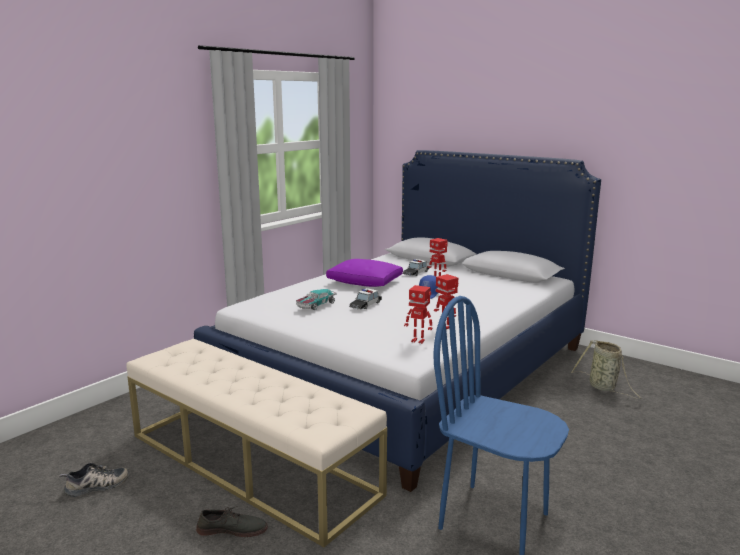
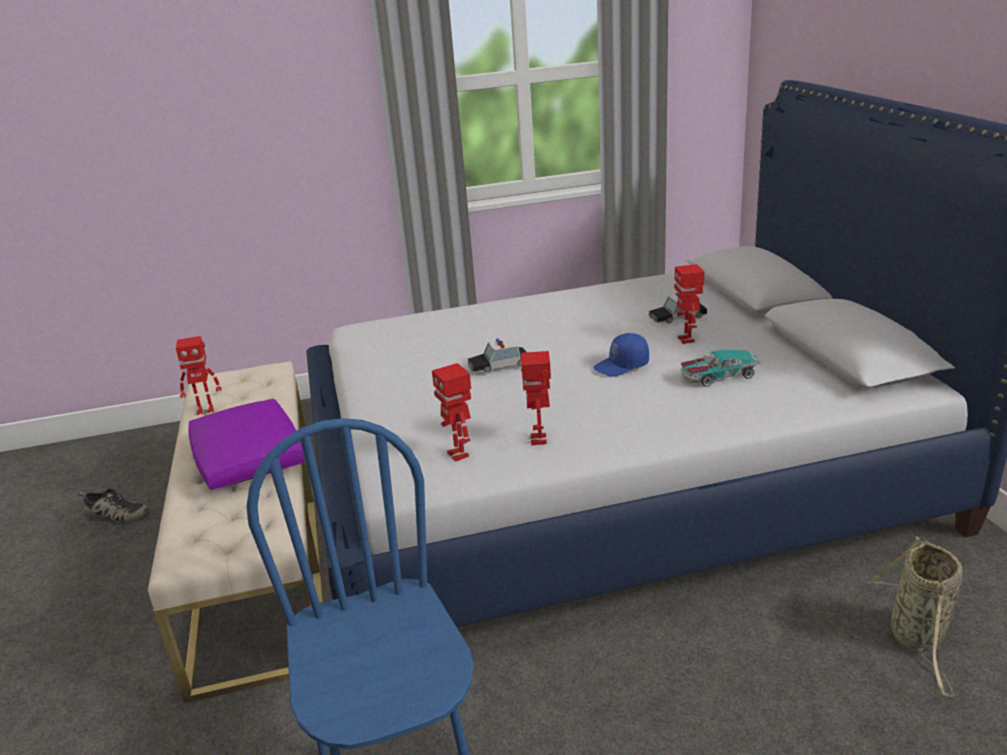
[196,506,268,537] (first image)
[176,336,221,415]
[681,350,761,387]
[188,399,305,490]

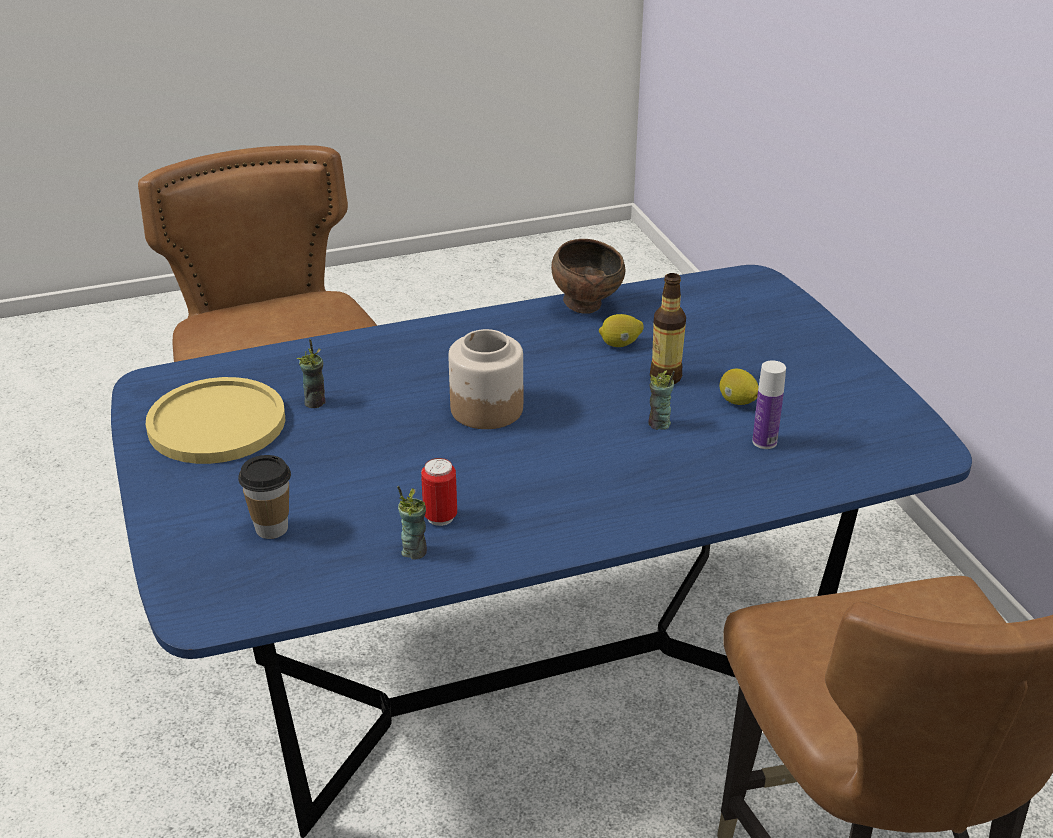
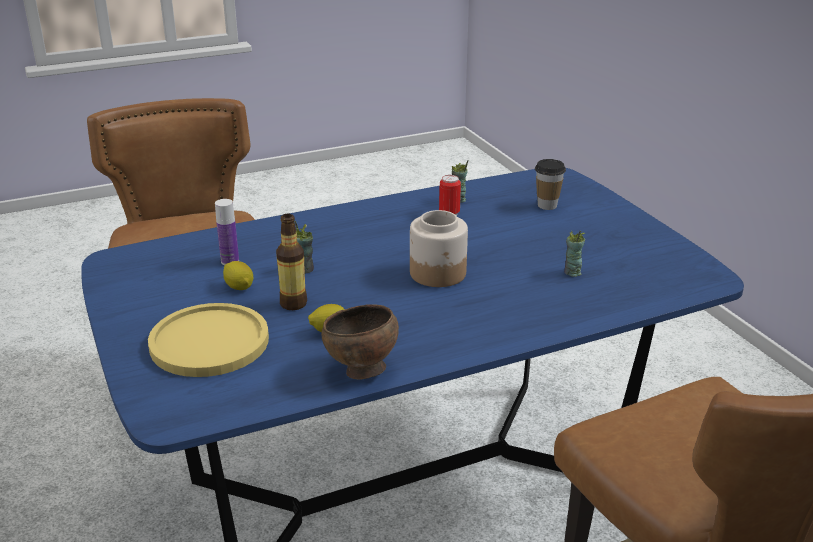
[148,303,269,377]

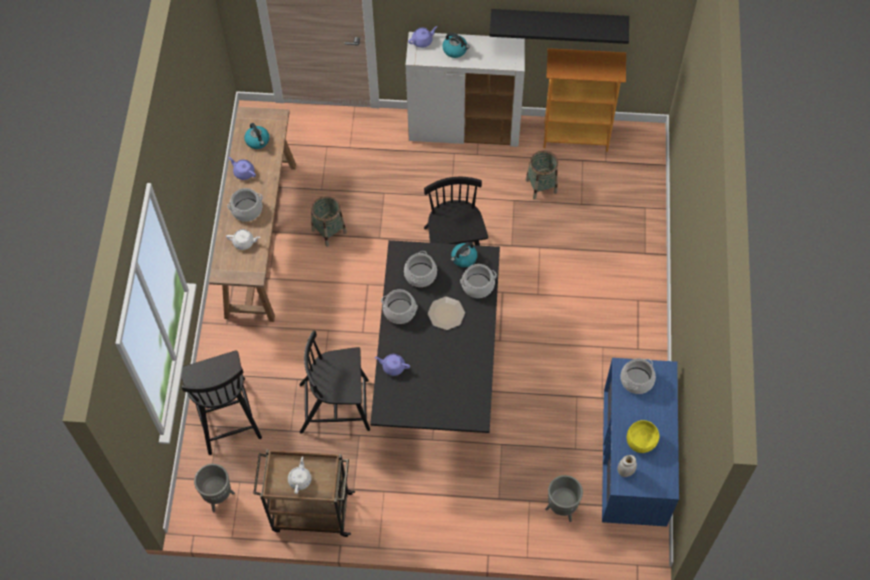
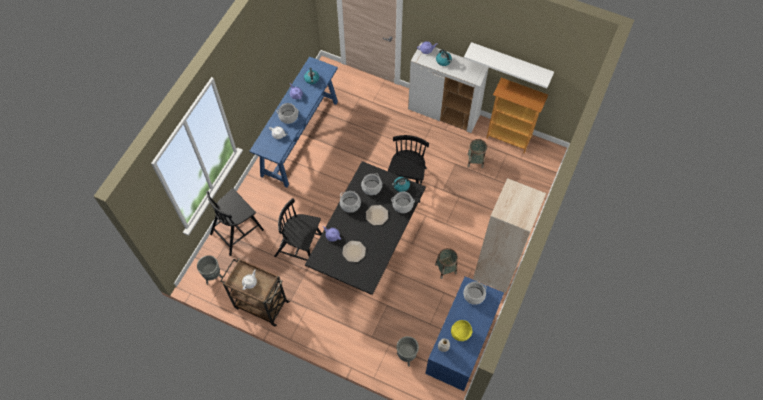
[342,241,366,262]
[473,178,546,293]
[435,248,458,279]
[250,56,338,188]
[464,42,554,88]
[206,188,264,256]

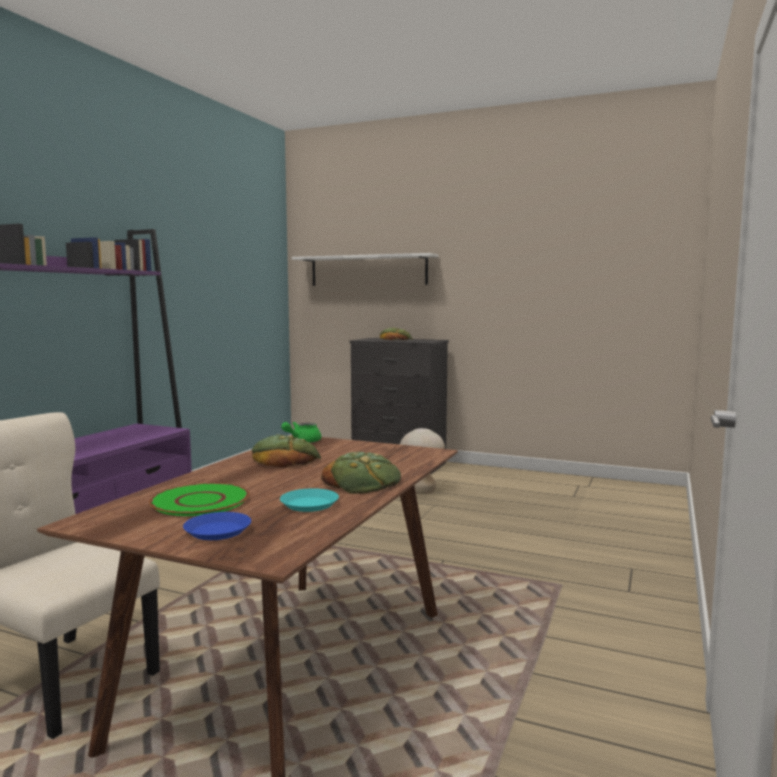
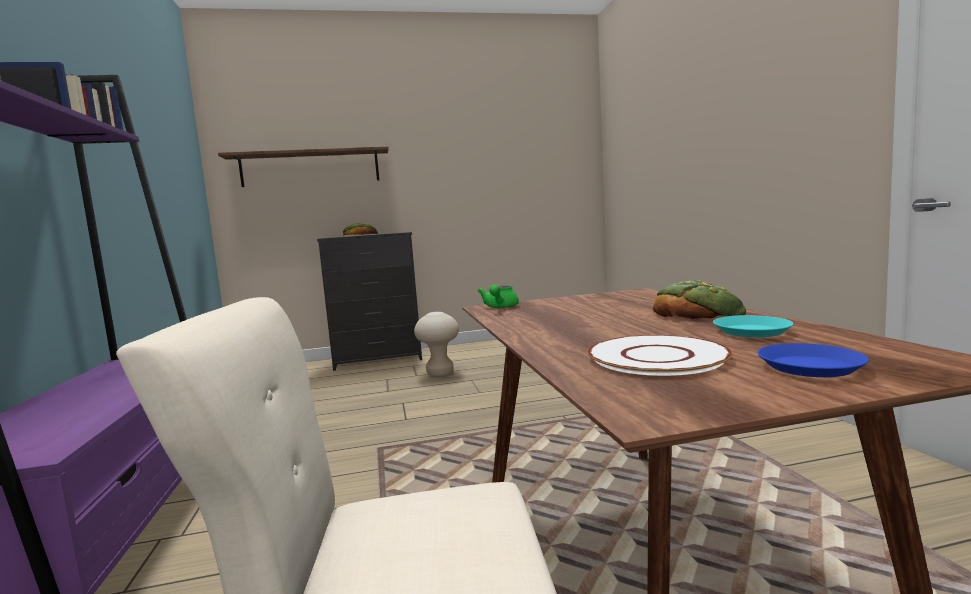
[251,434,321,467] (first image)
[587,335,733,376]
[218,146,389,187]

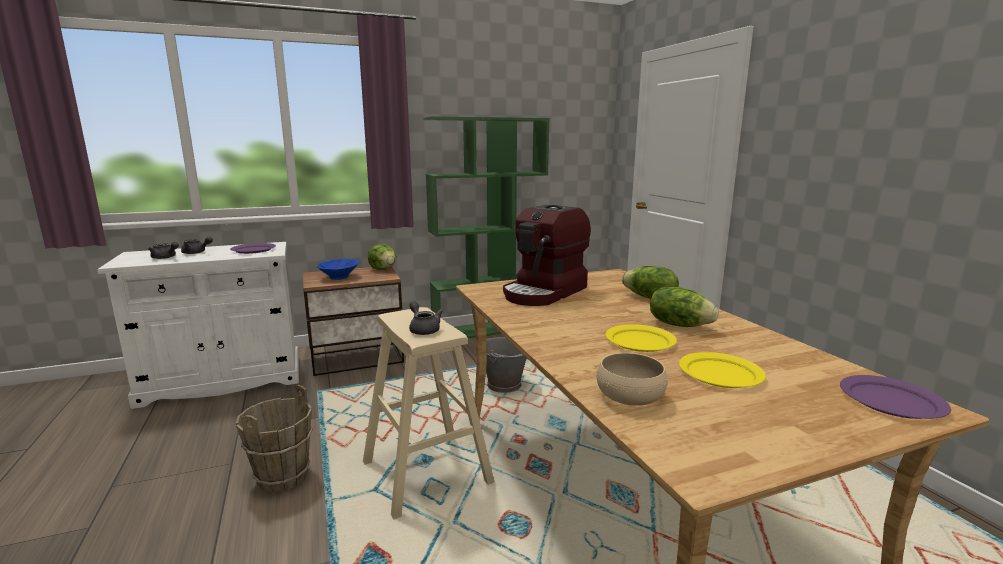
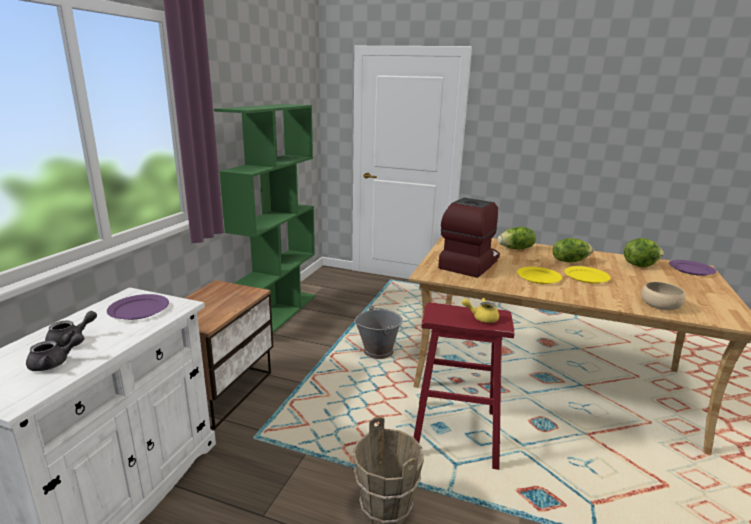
[317,259,359,280] (first image)
[624,238,664,267]
[517,267,562,284]
[414,302,514,470]
[462,298,499,323]
[438,198,500,278]

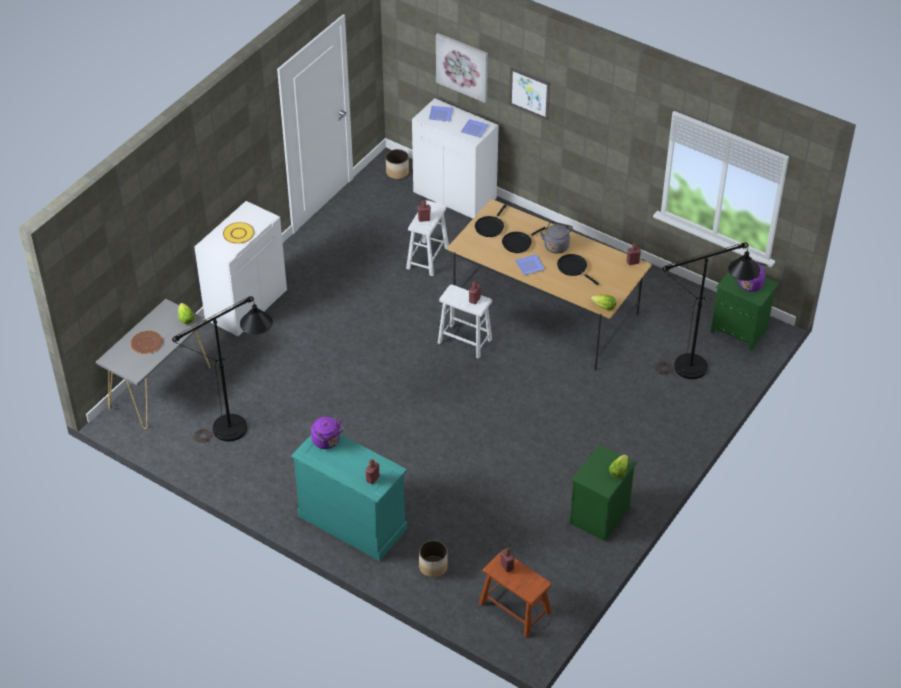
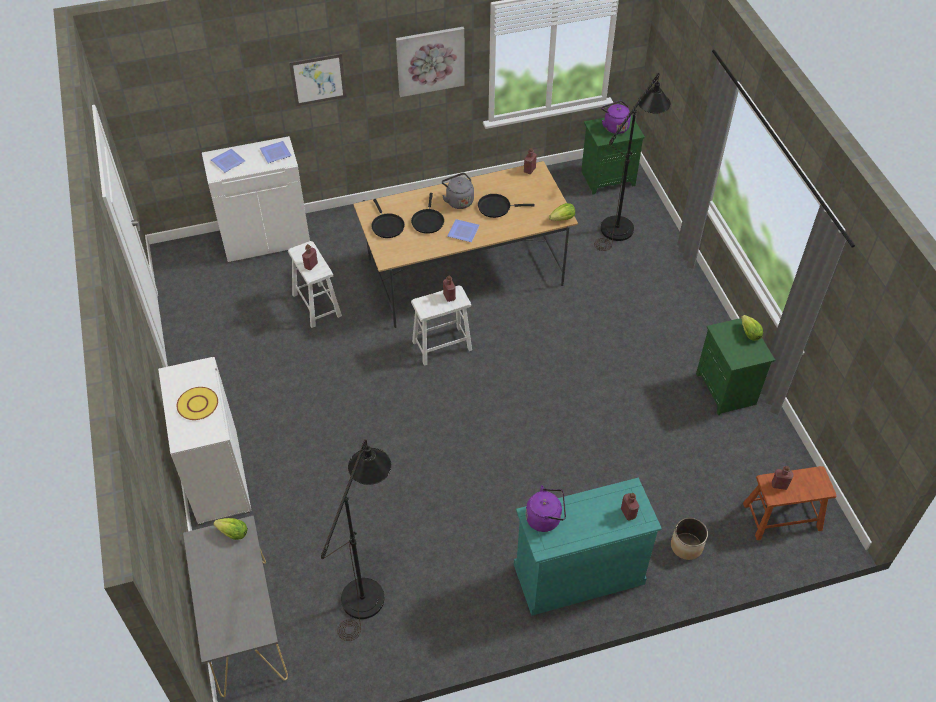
[130,331,163,354] (first image)
[386,149,409,179] (first image)
[396,27,465,97]

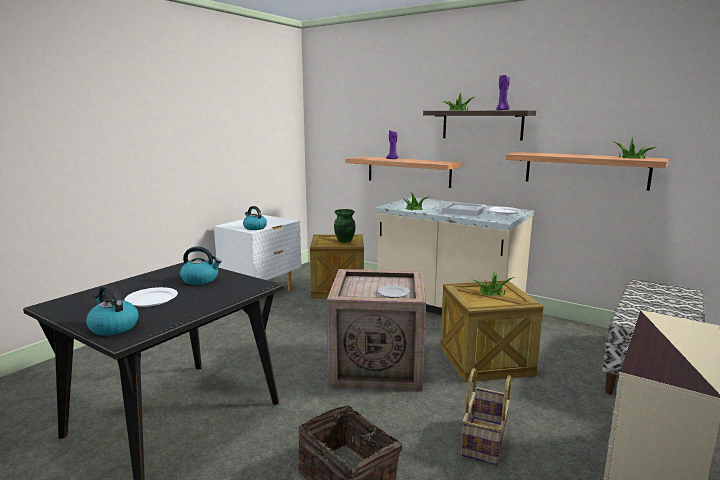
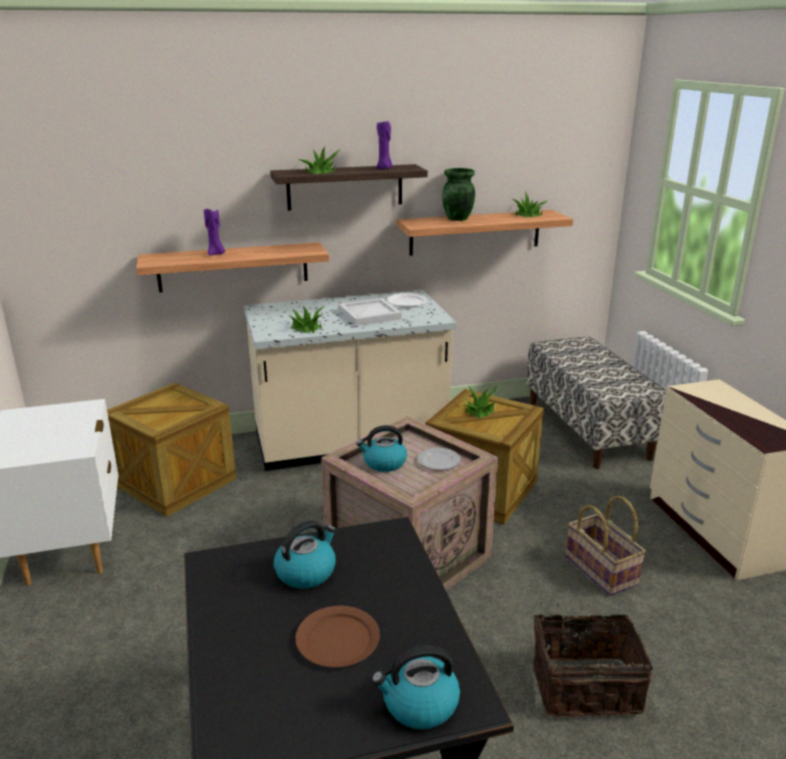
[356,425,407,472]
[442,168,475,221]
[295,606,380,667]

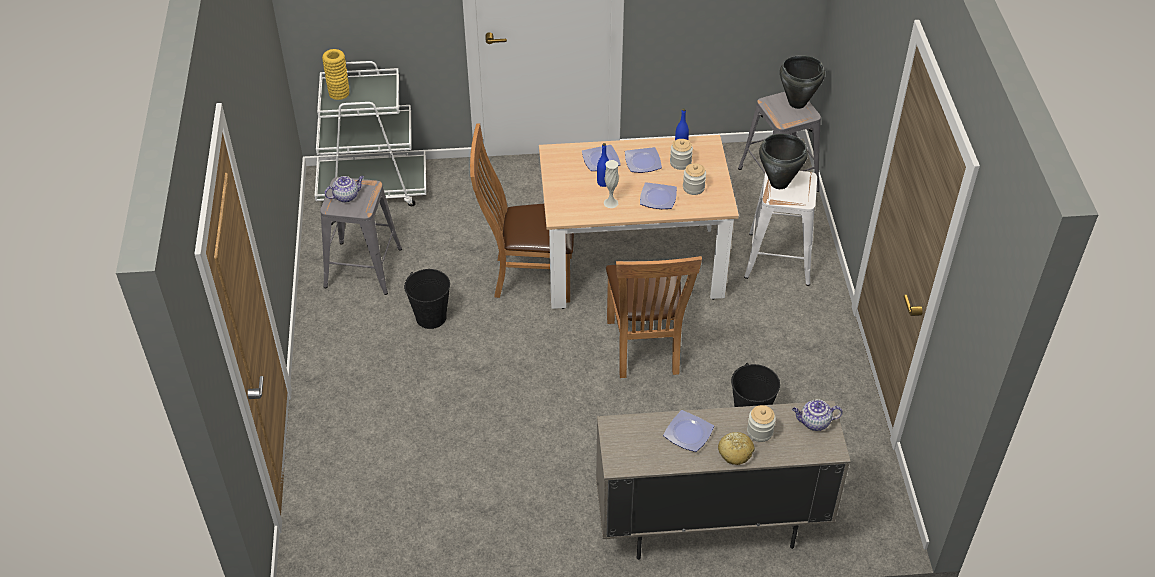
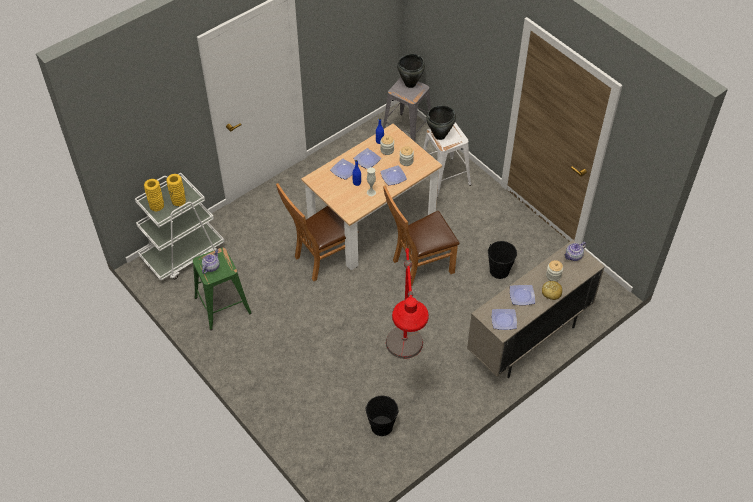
[166,174,186,207]
[386,248,429,359]
[492,309,517,330]
[365,396,399,436]
[193,248,252,330]
[383,185,460,286]

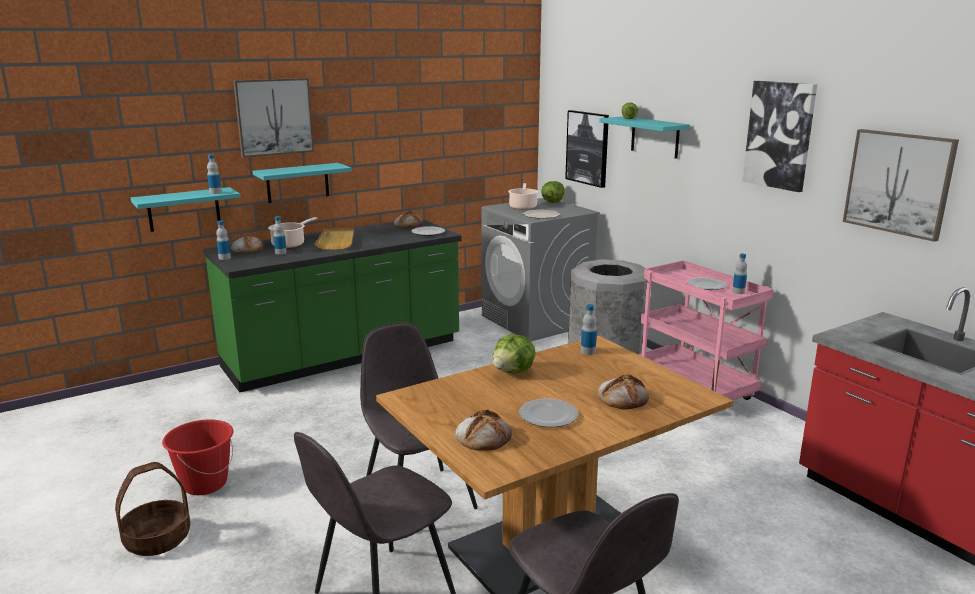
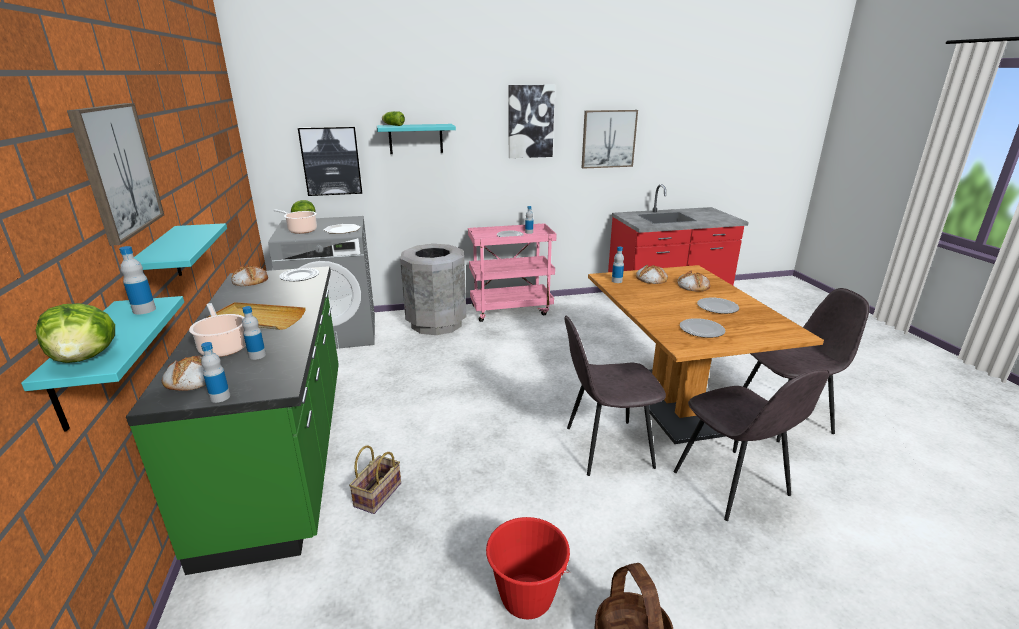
[349,445,401,514]
[680,318,725,338]
[636,264,668,284]
[35,303,115,363]

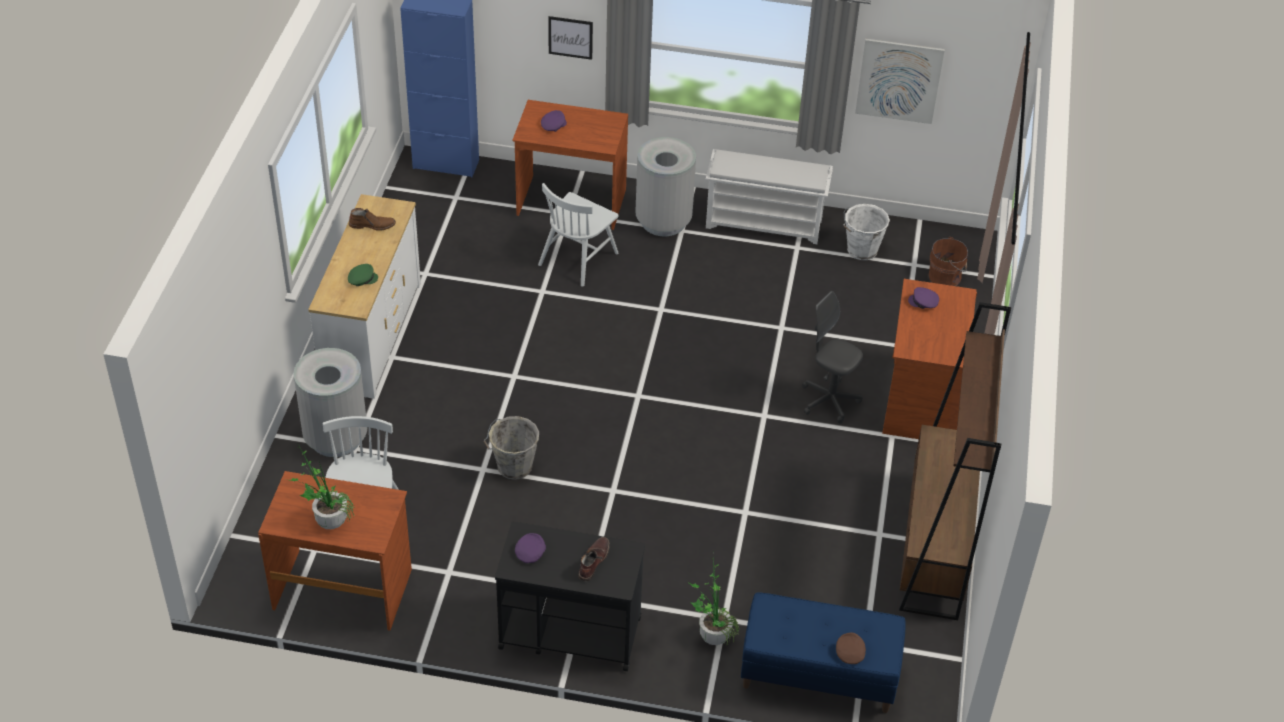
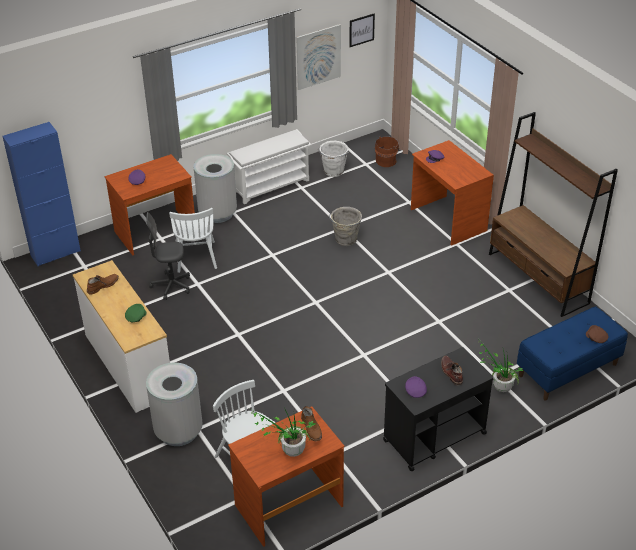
[301,406,322,441]
[329,207,362,246]
[349,14,375,47]
[146,212,190,300]

